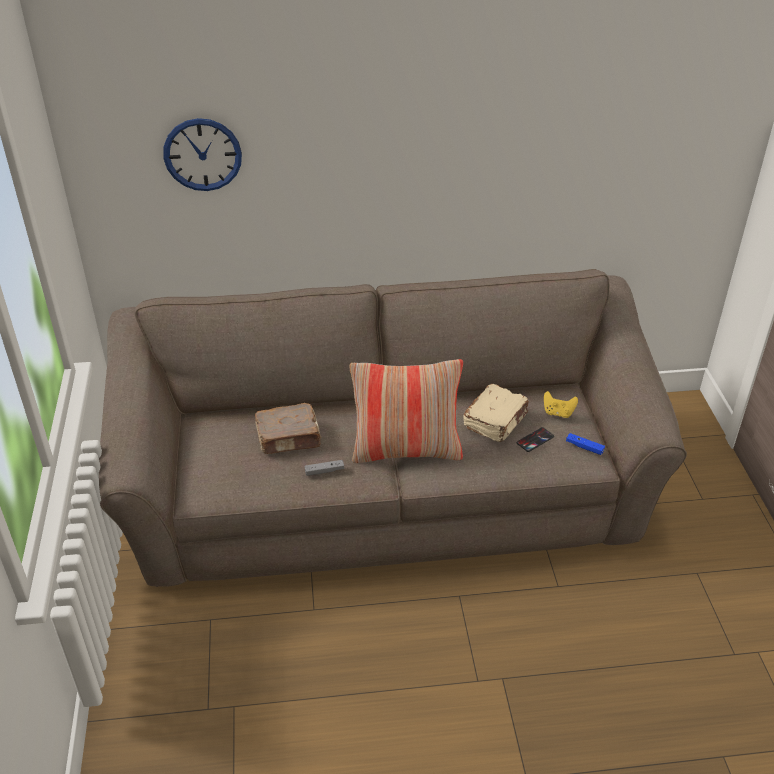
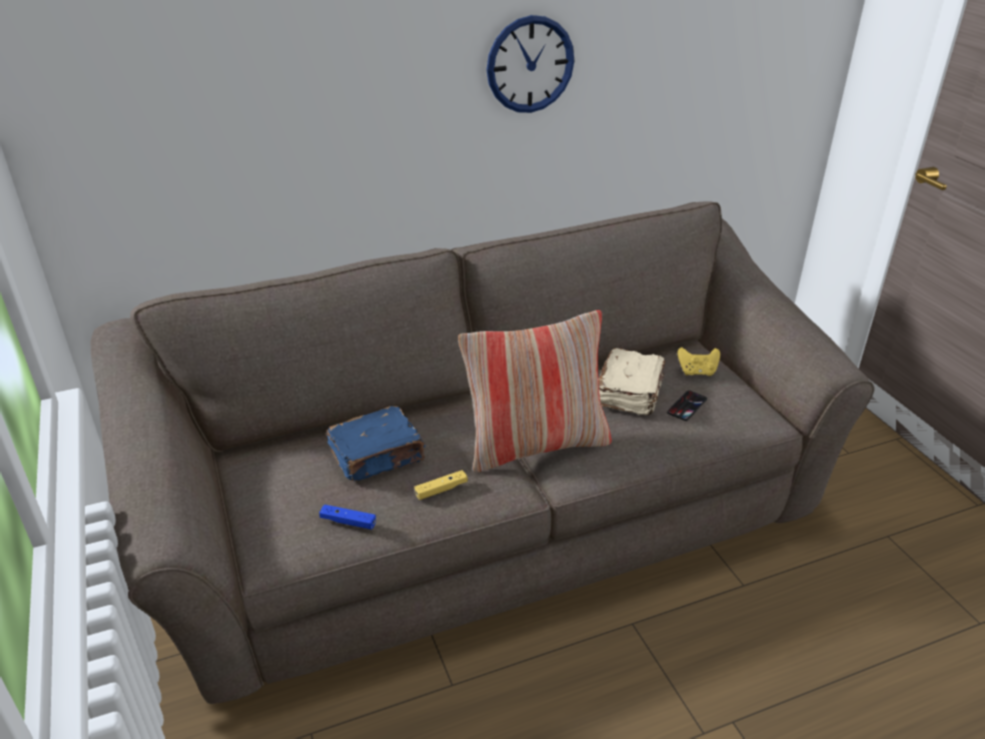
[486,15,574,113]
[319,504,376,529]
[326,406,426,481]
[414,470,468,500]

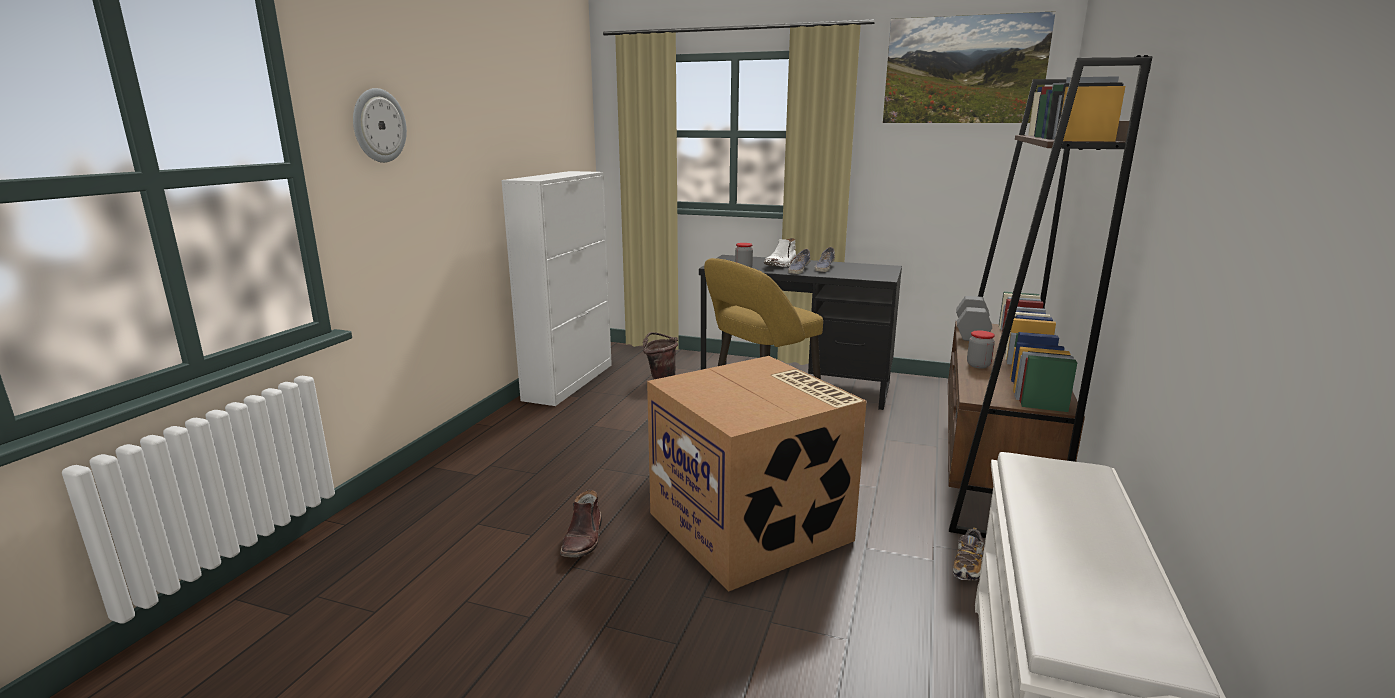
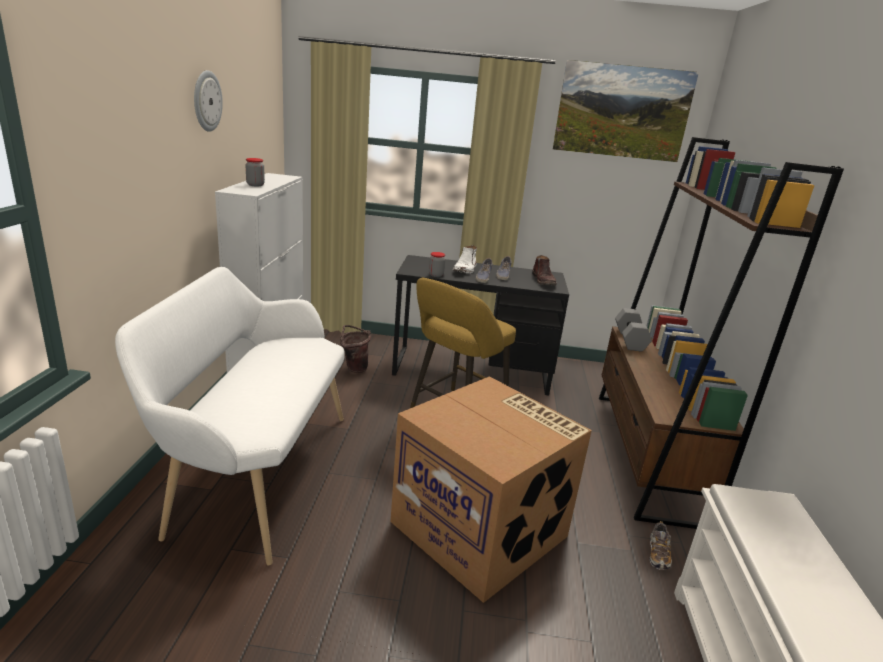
[115,267,345,565]
[194,70,223,132]
[532,255,557,285]
[245,158,265,186]

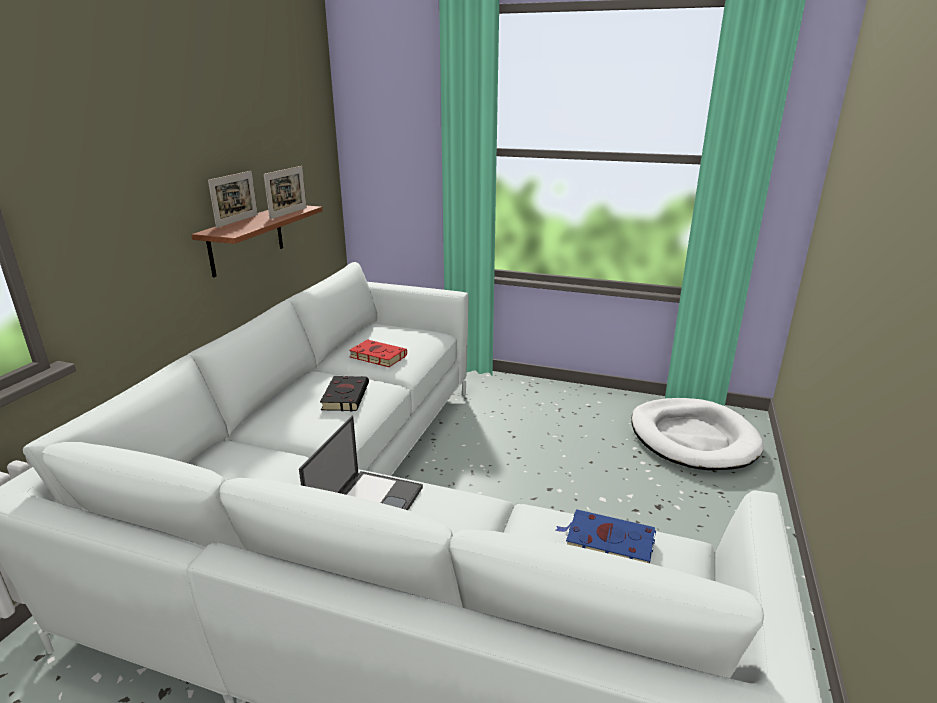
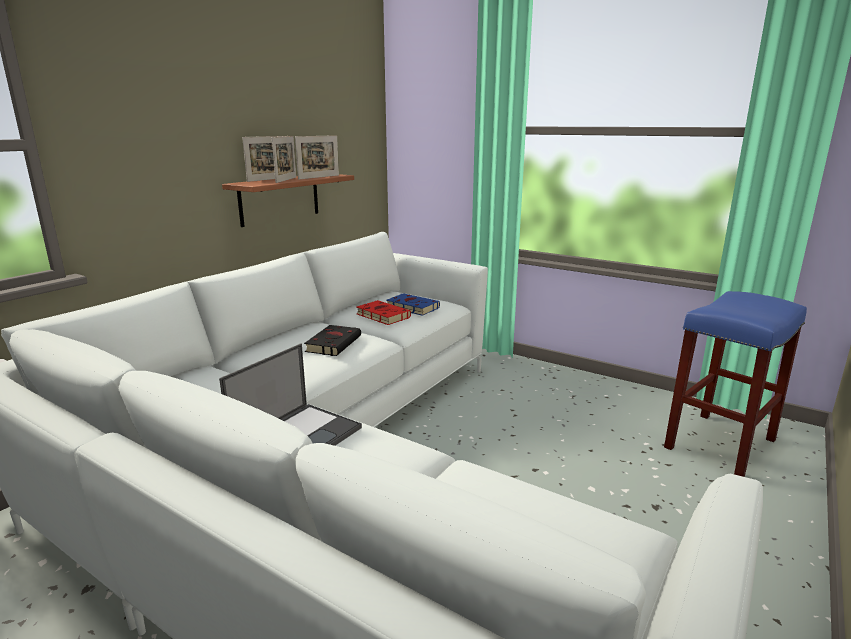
[272,136,296,183]
[386,293,440,316]
[664,291,807,477]

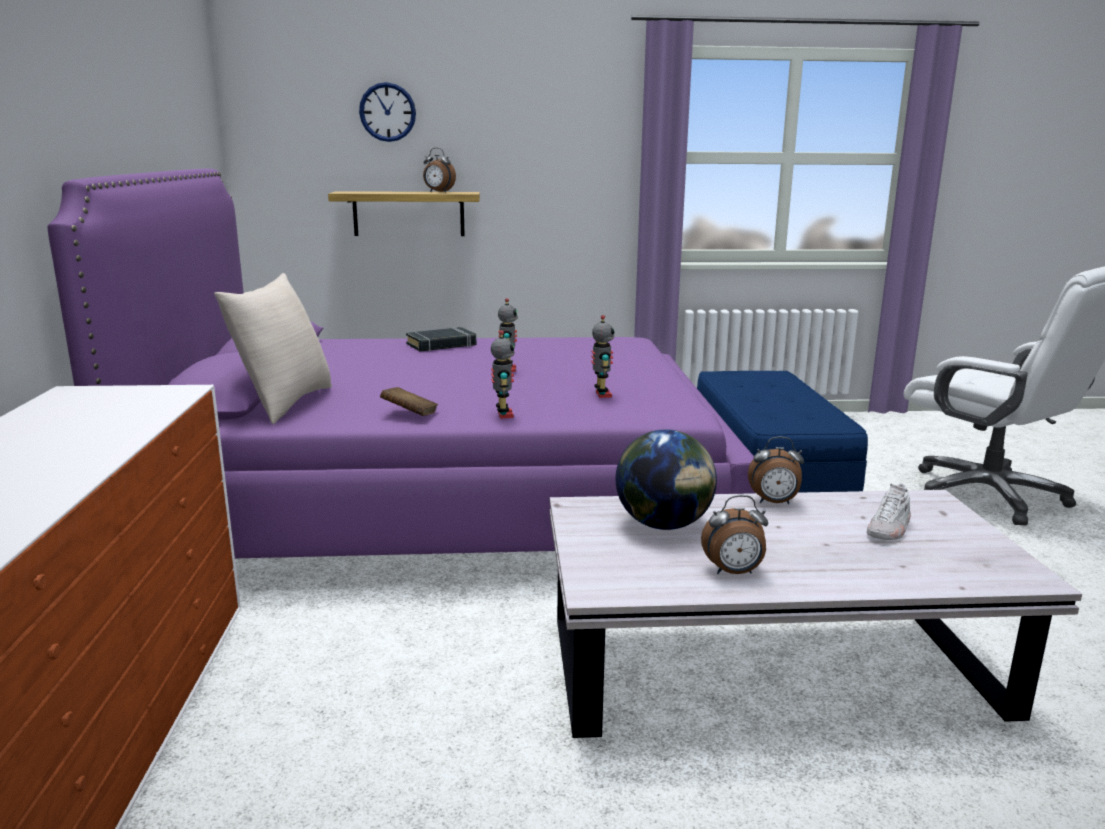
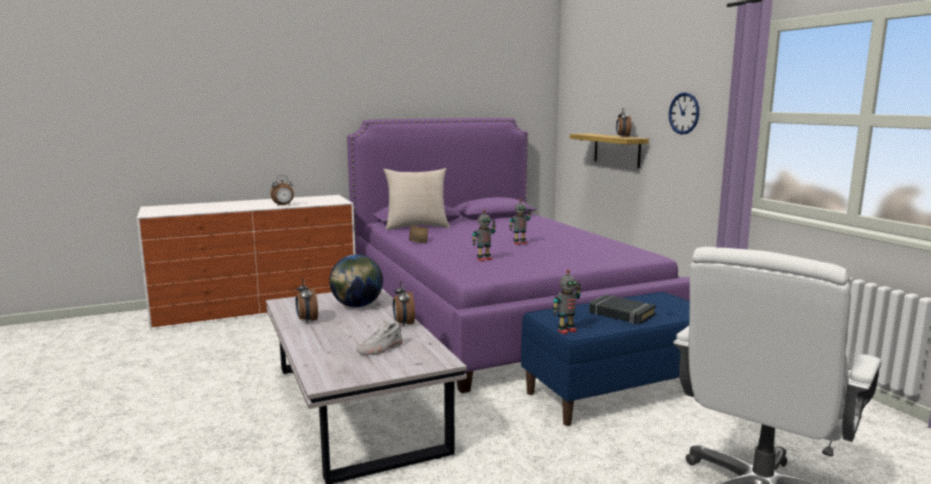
[270,175,294,205]
[669,92,699,135]
[589,295,656,324]
[553,270,581,334]
[356,321,403,355]

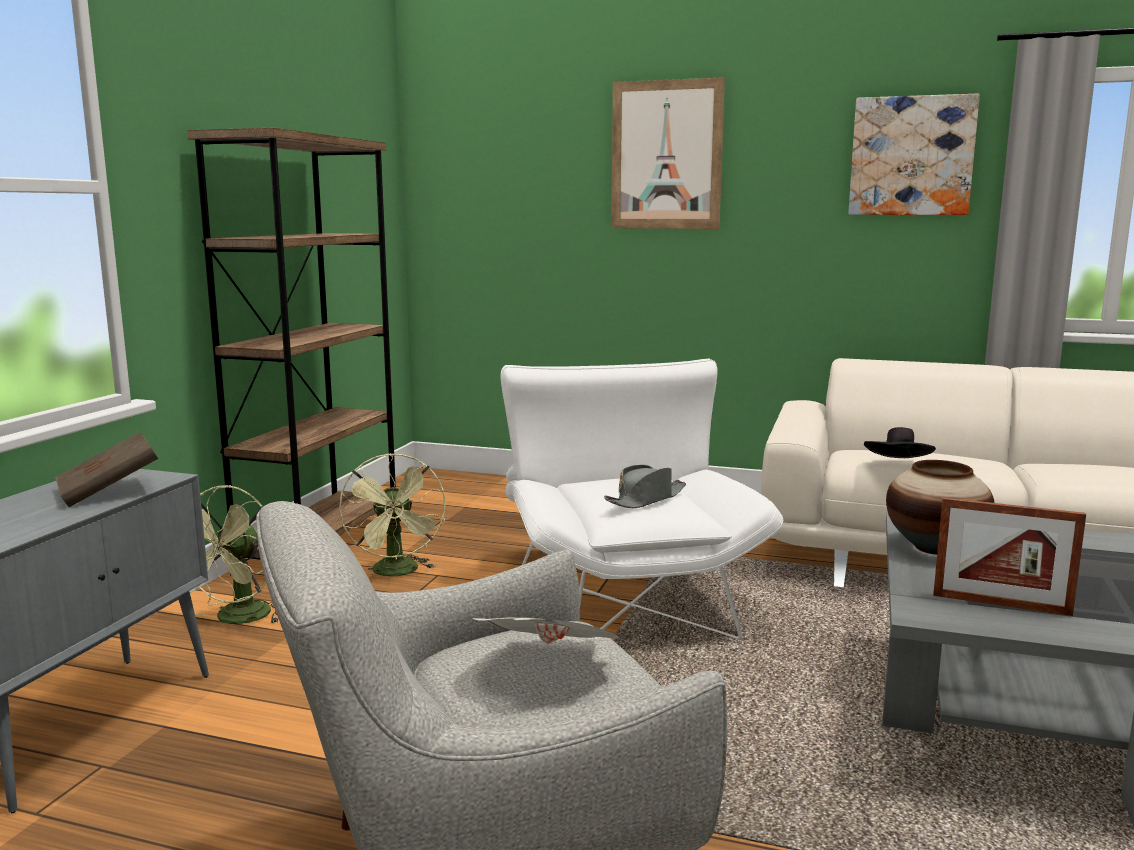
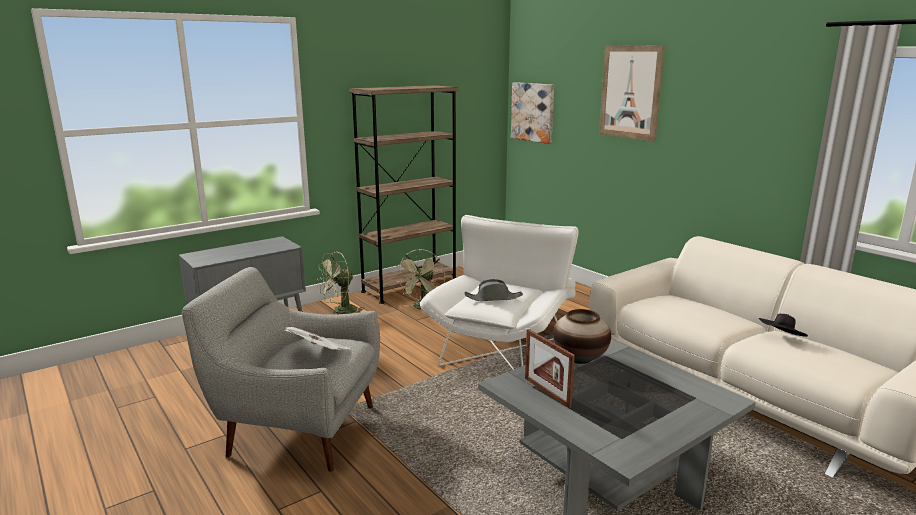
[55,432,158,507] (first image)
[511,82,554,144]
[759,314,808,337]

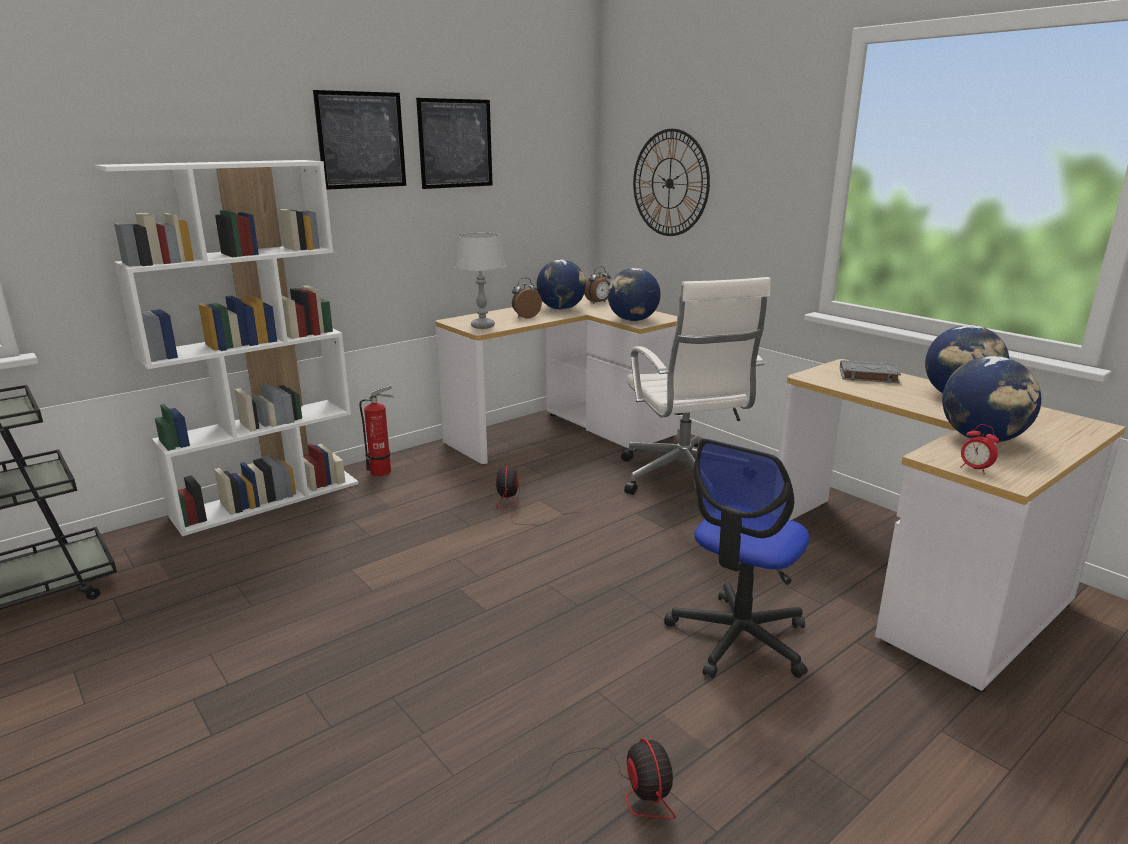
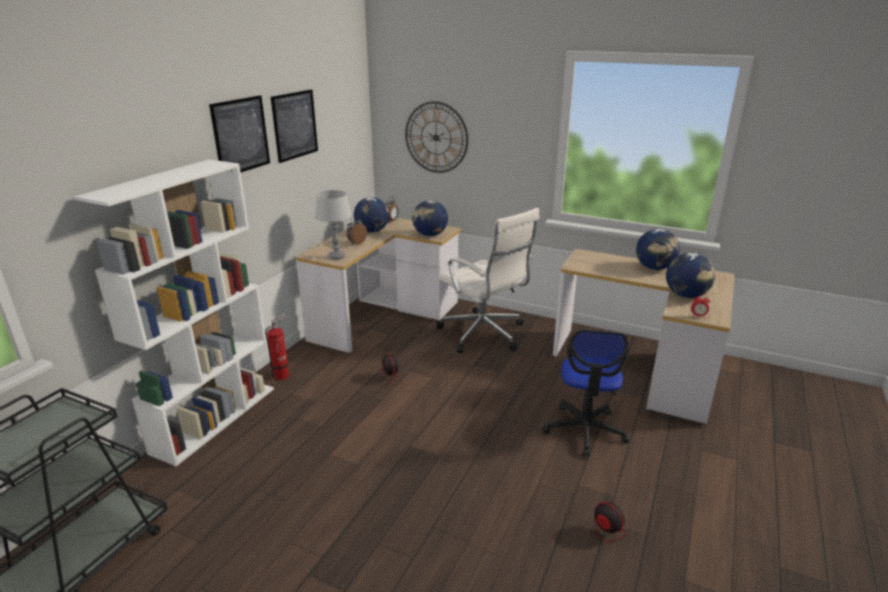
[840,360,901,383] (first image)

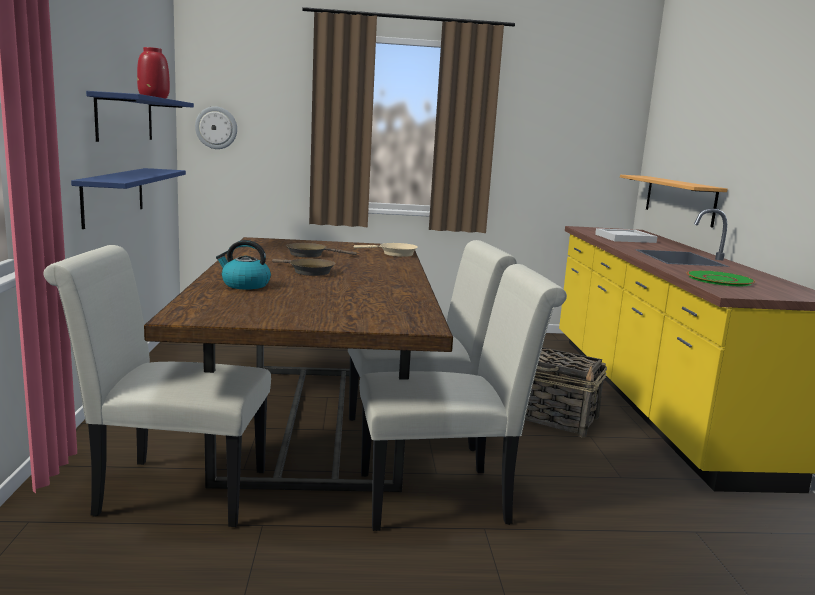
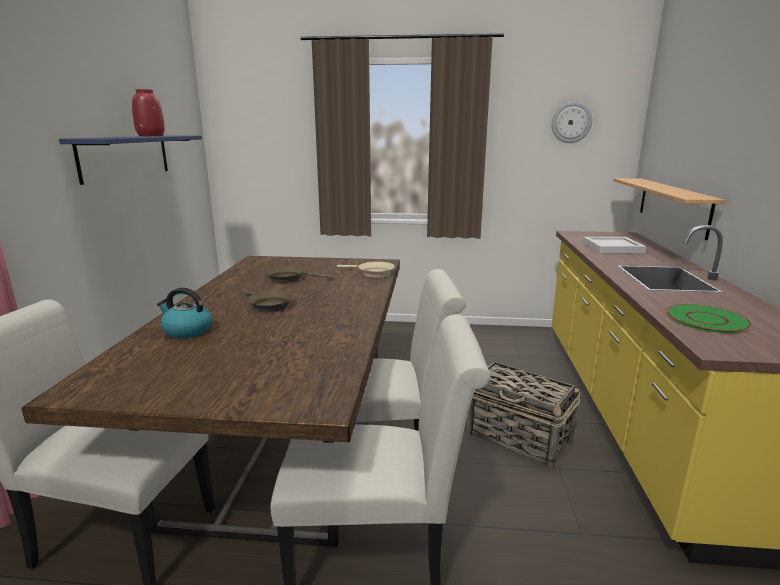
[71,168,186,229] (first image)
[551,102,592,143]

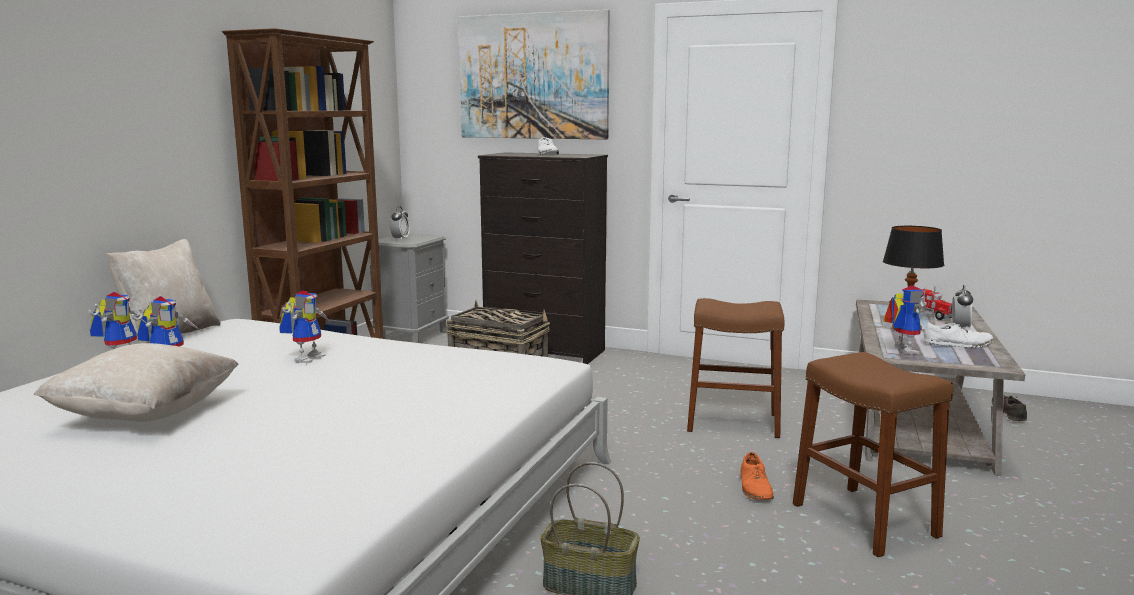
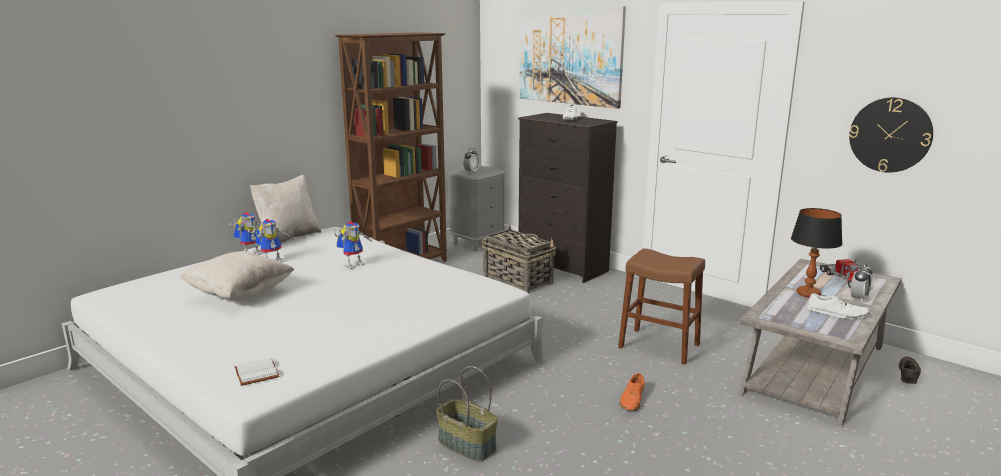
[793,352,953,557] (first image)
[883,286,927,355] (first image)
[234,358,280,386]
[849,97,933,173]

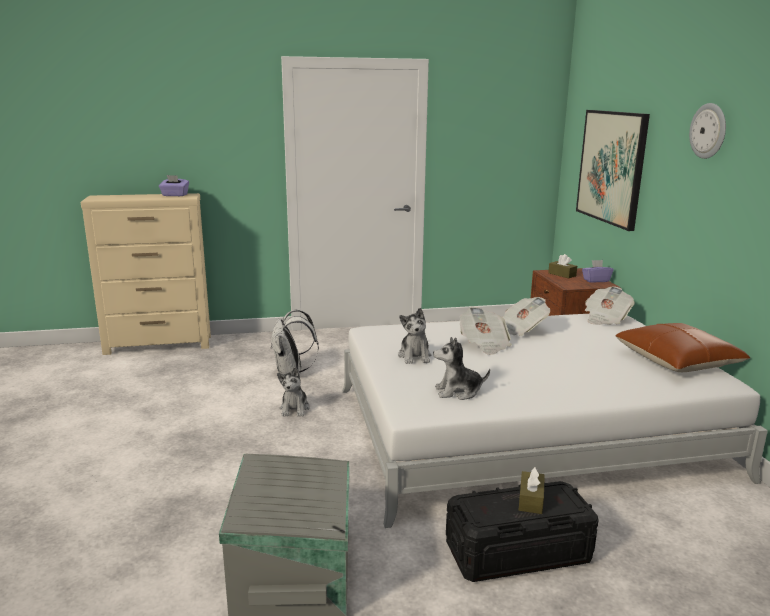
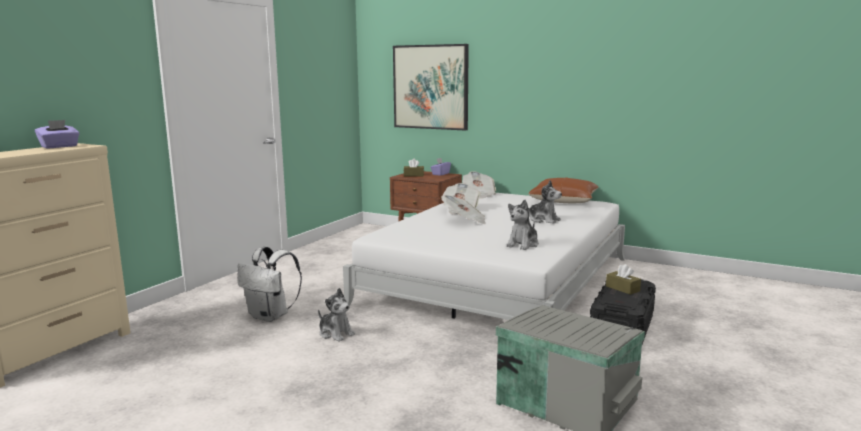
[689,103,726,159] (first image)
[528,180,562,224]

